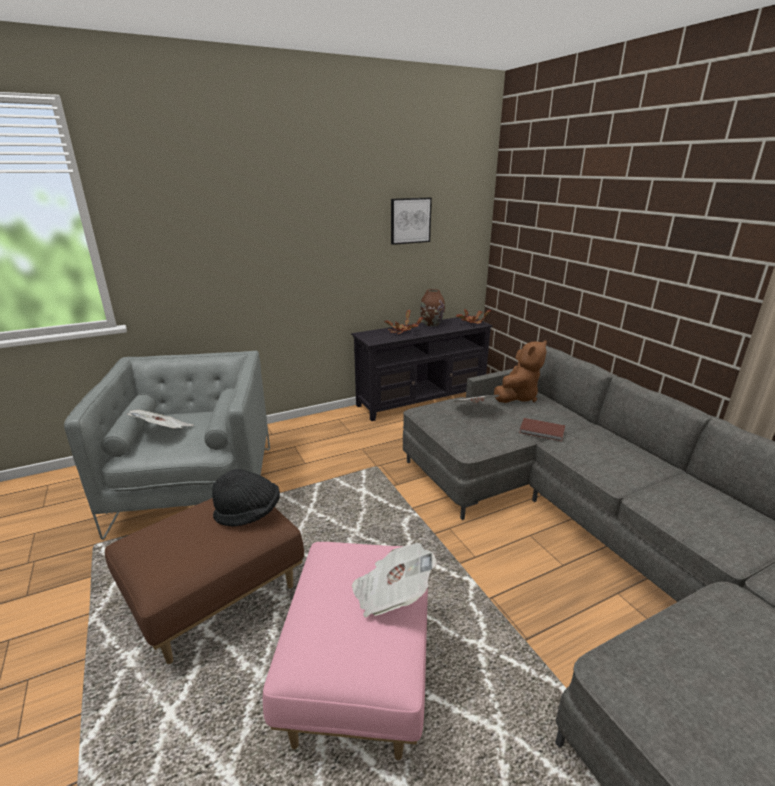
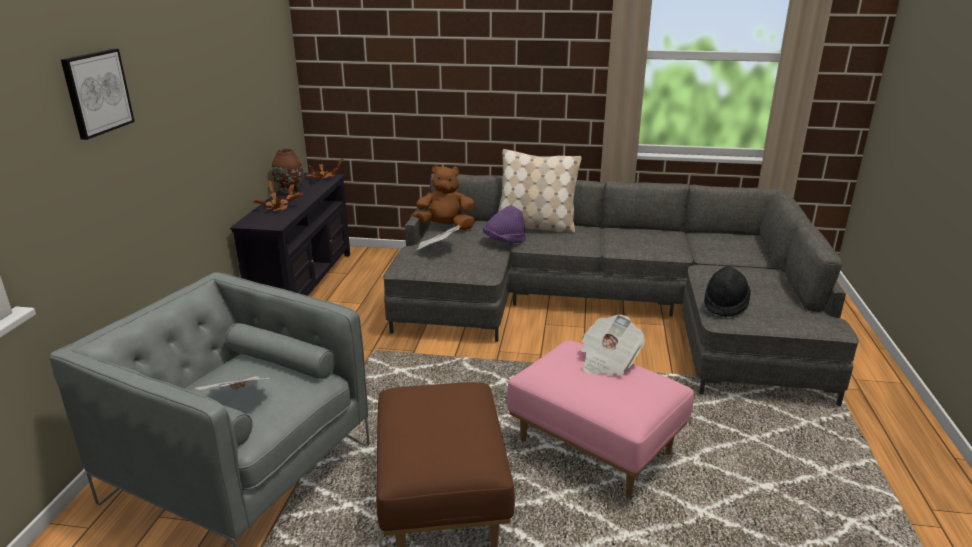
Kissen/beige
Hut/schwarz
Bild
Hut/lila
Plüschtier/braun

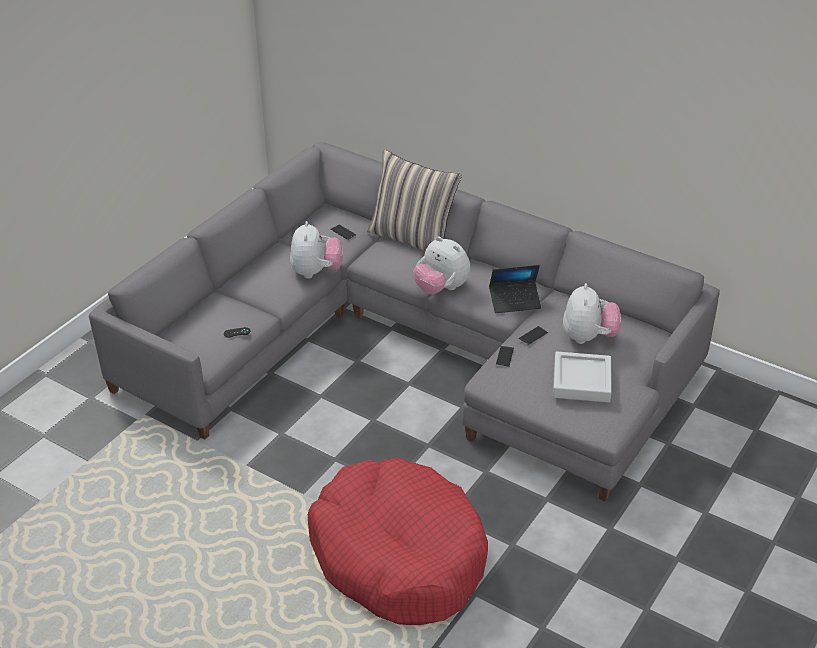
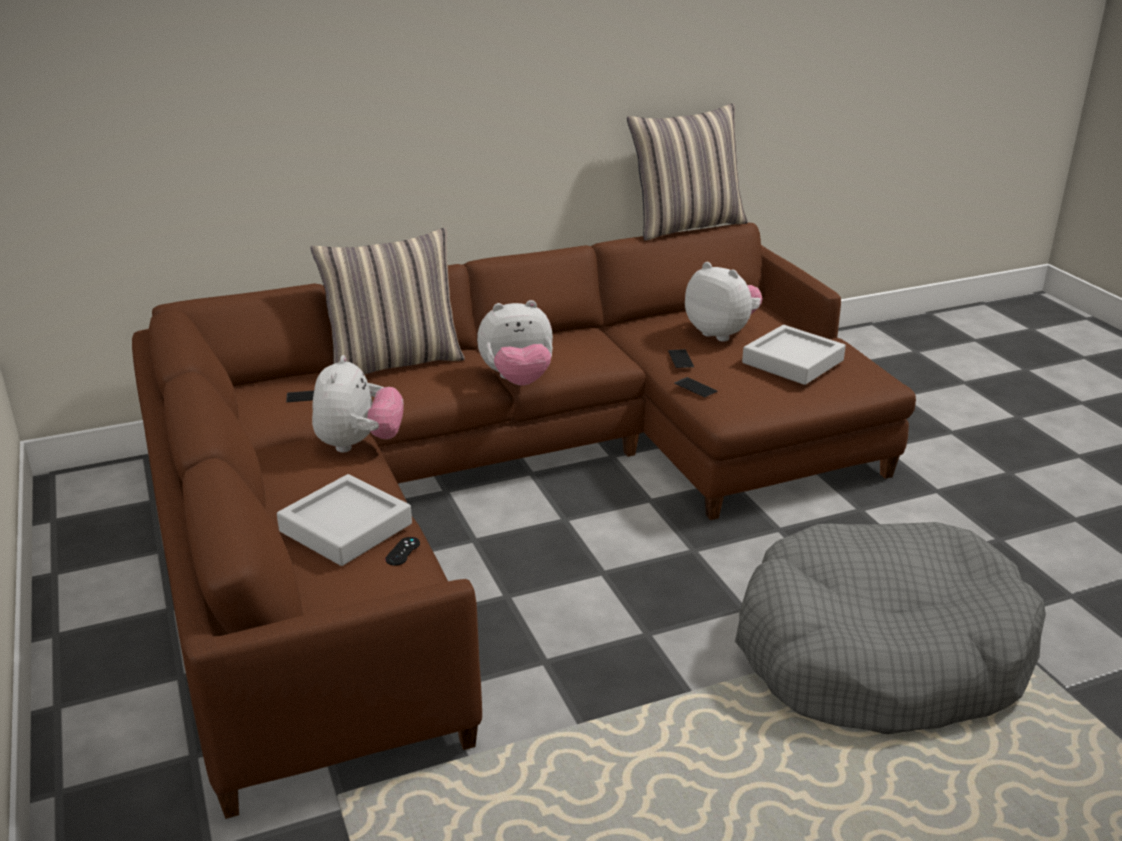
Laptop
Tablett/grau (no. 1 from left)
Kissen (no. 2 from left)
Sofa/braun
Hundebett/grau
Plüschtier (no. 1 from left)

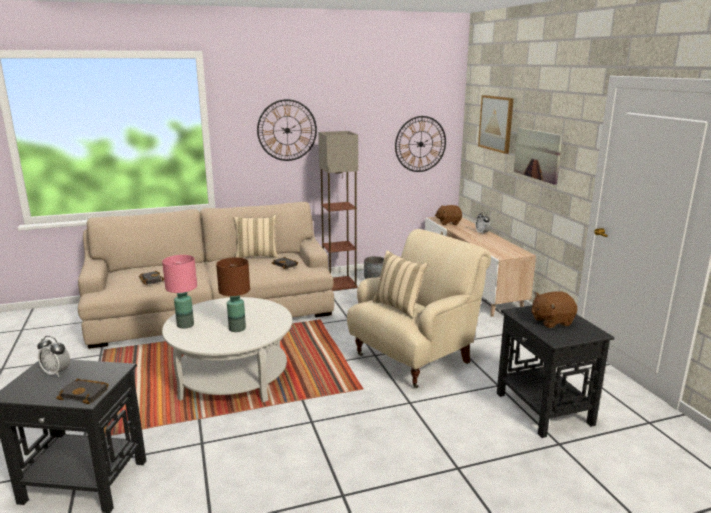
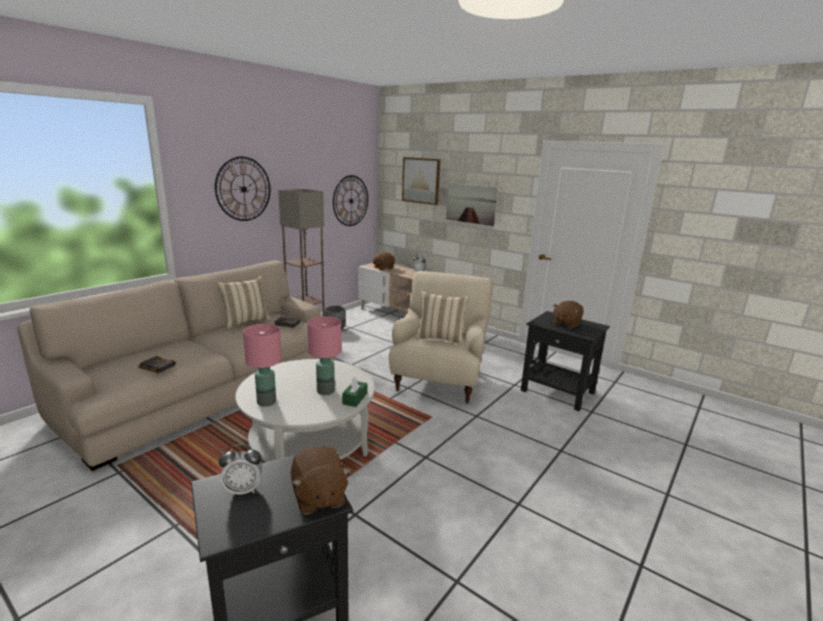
Taschentuchbox/grün
Plüschtier/braun (no. 1 from left)
Tischlampe/rosa (no. 2 from left)

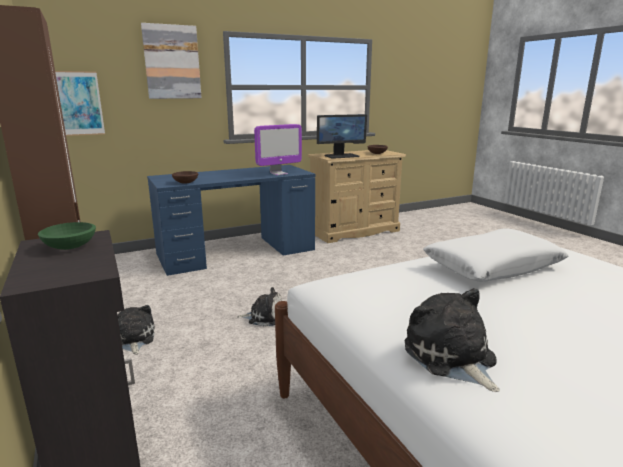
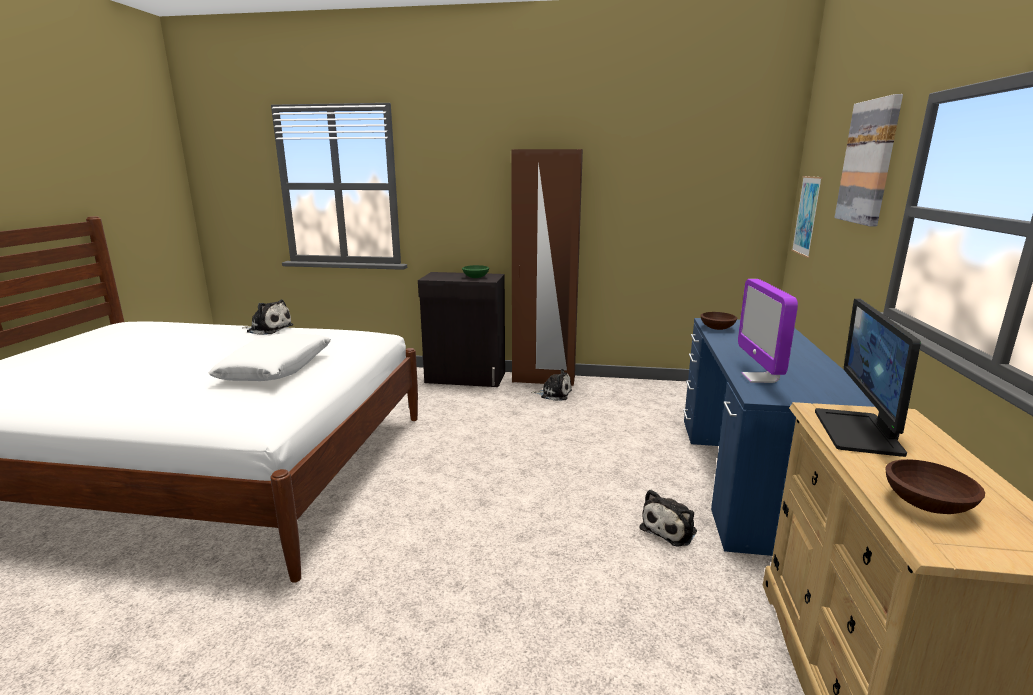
Plüschtier (no. 3 from left)

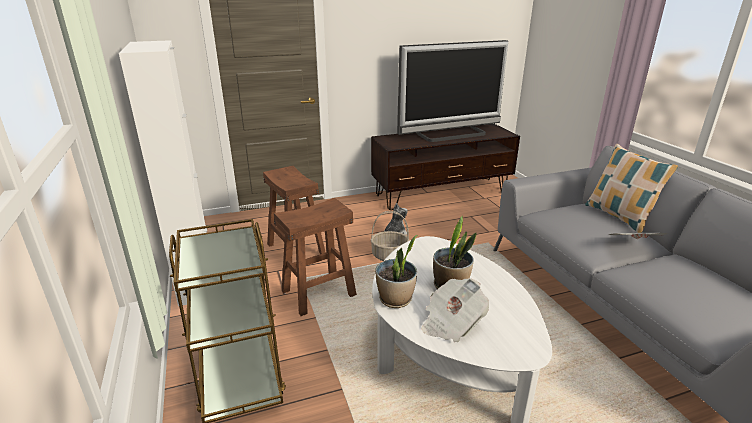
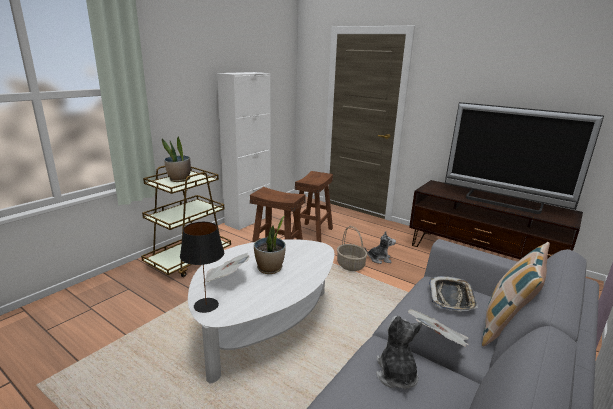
Tischlampe/schwarz
Plüschtier (no. 2 from left)
Tablett
Topfpflanze (no. 1 from left)

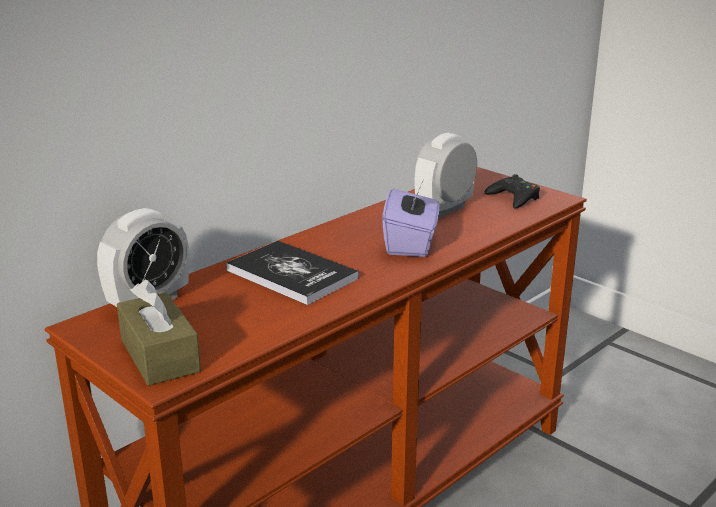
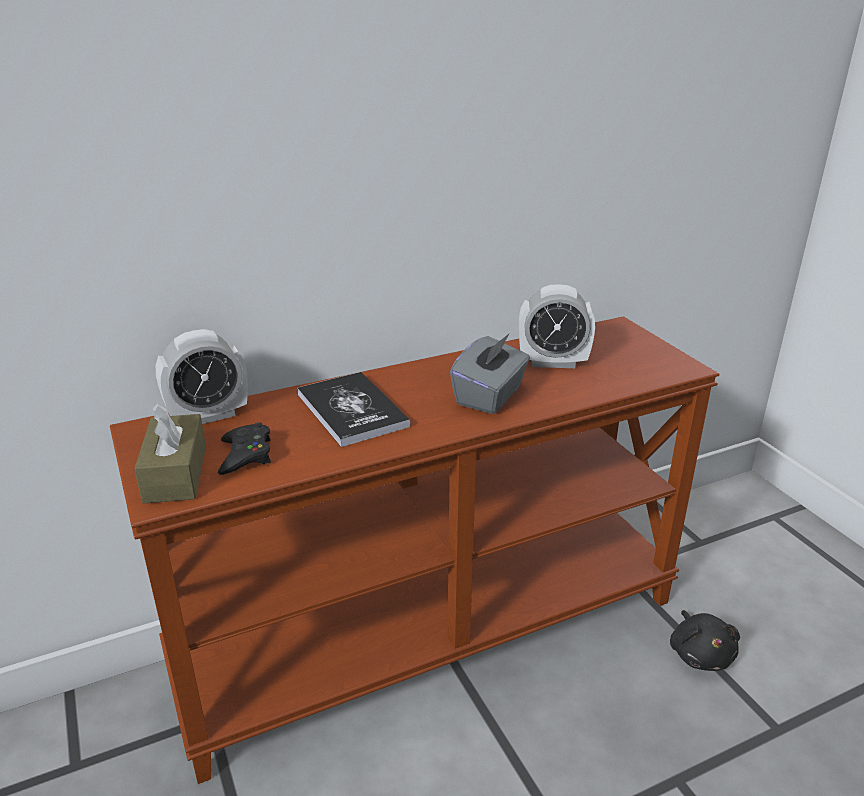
Plüschtier/schwarz
Gamepad/schwarz
Taschentuchbox/grau
Wecker (no. 2 from left)

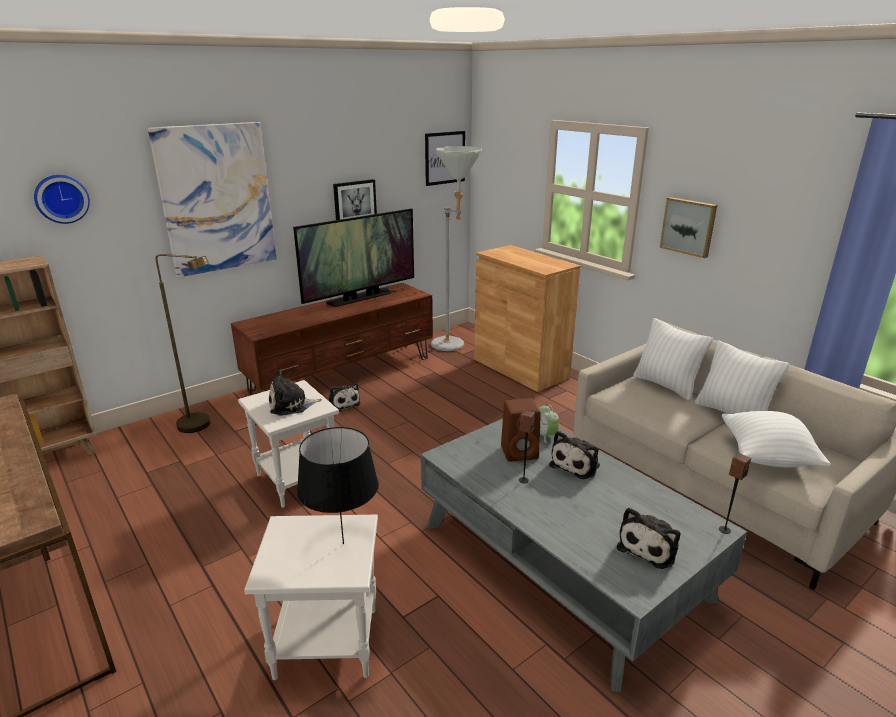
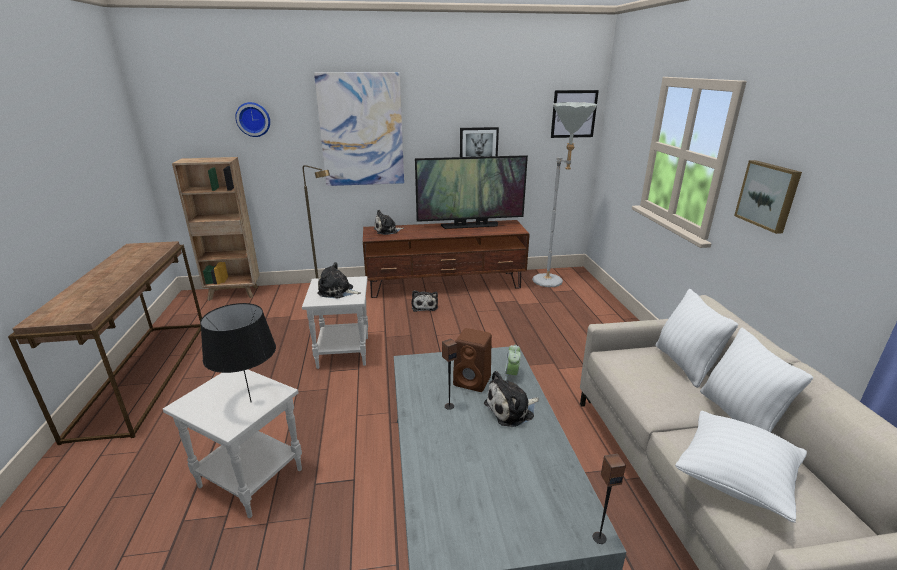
Schrank/braun
Plüschtier (no. 2 from left)

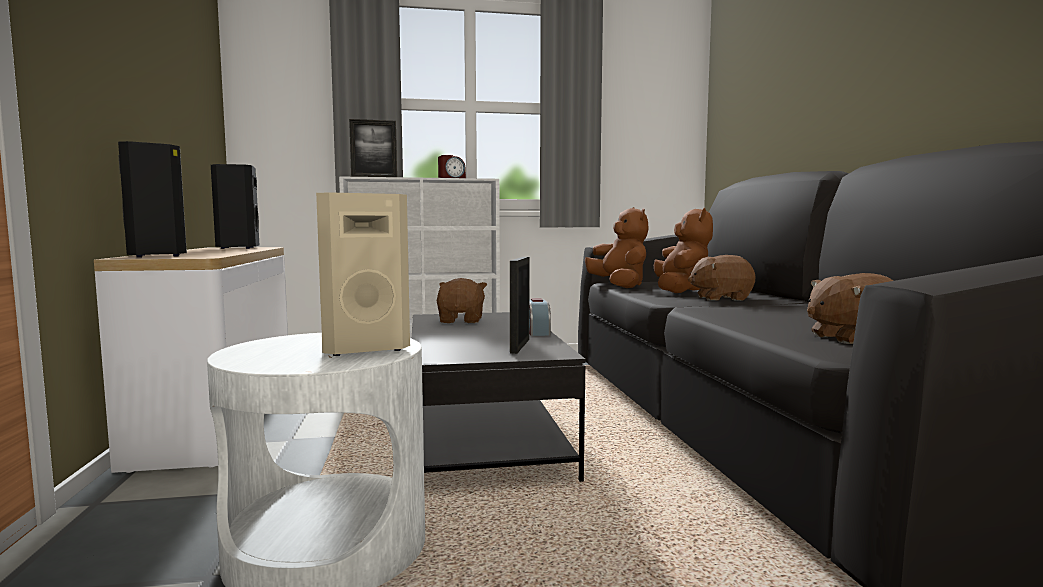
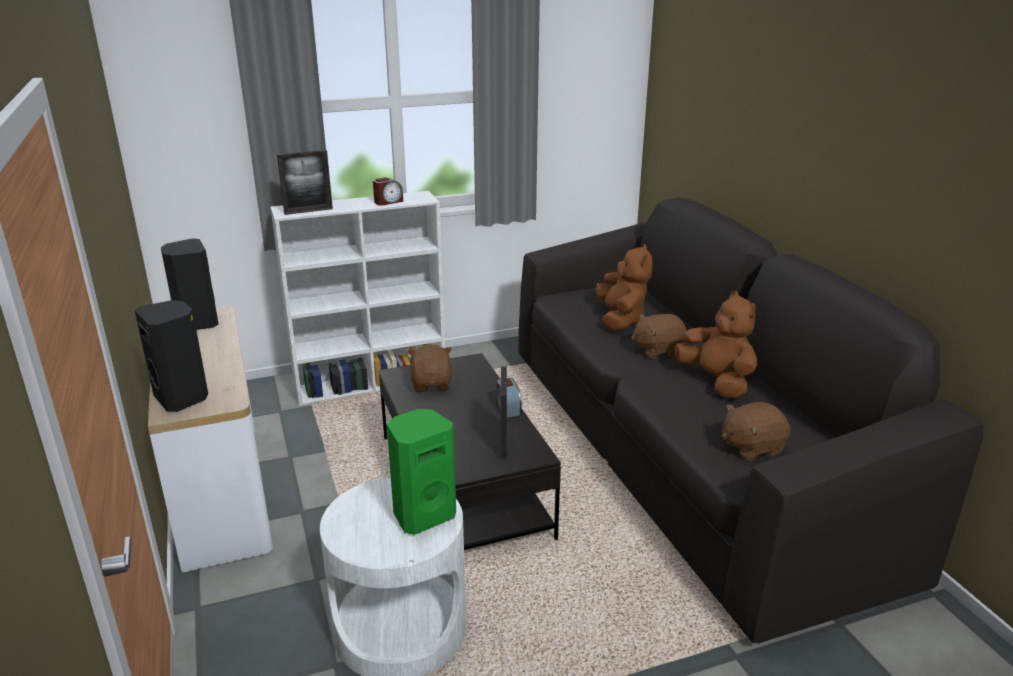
Plüschtier/braun (no. 4 from left)
Lautsprecher/grün

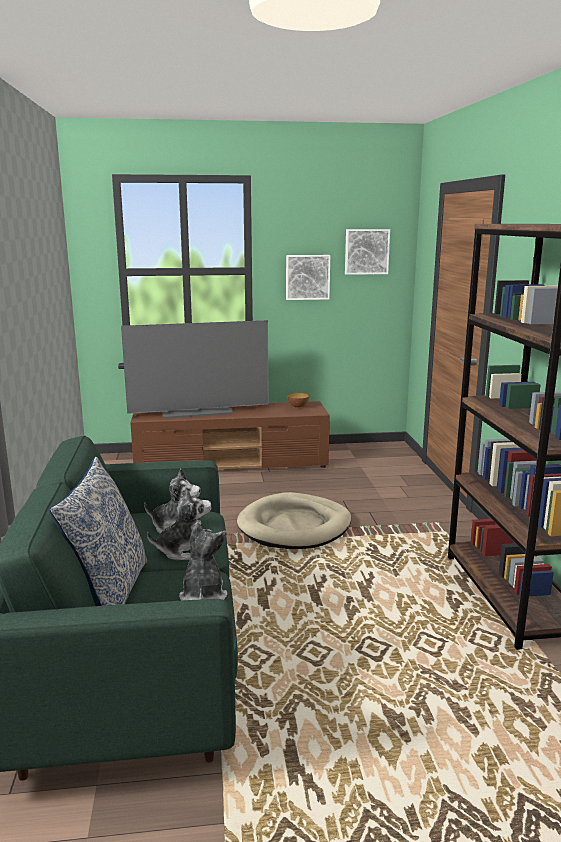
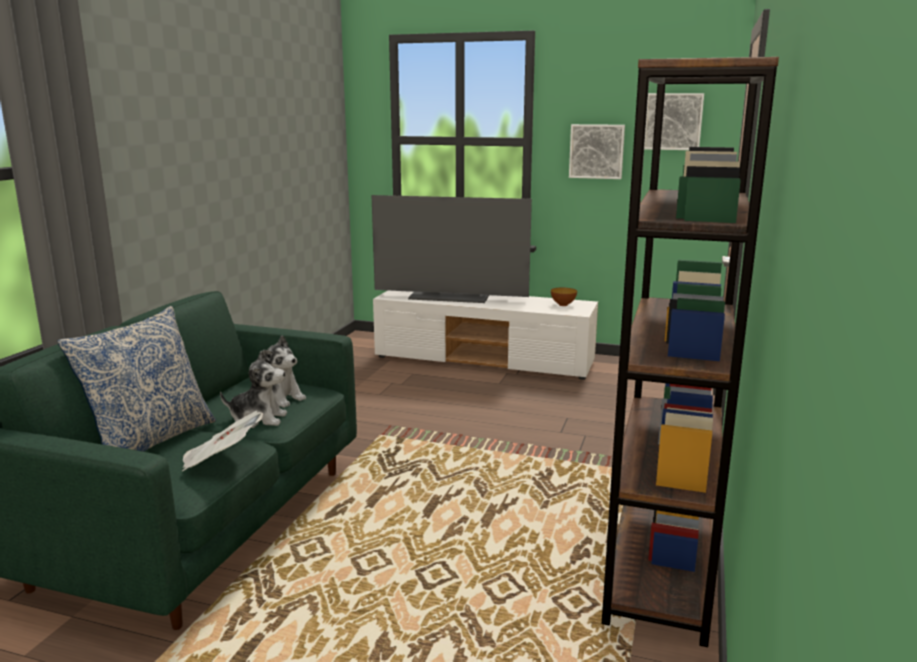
Hundebett/beige
Zeitung
Fernsehschrank/weiß

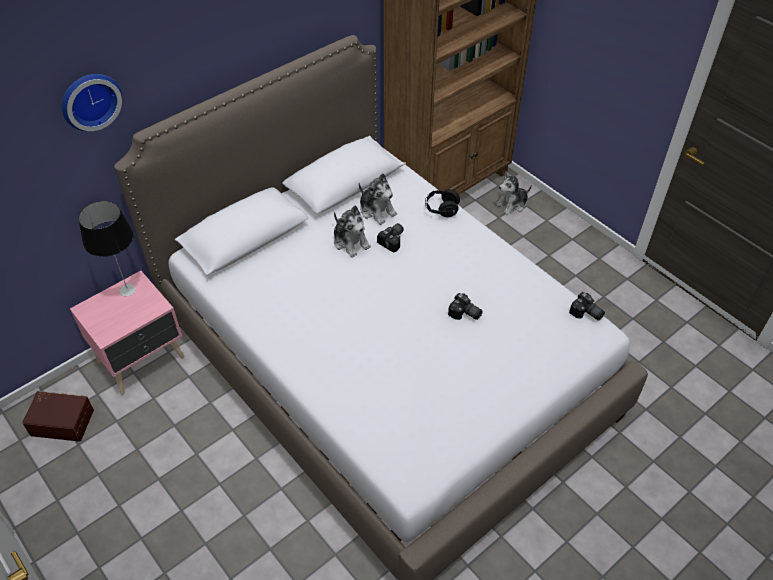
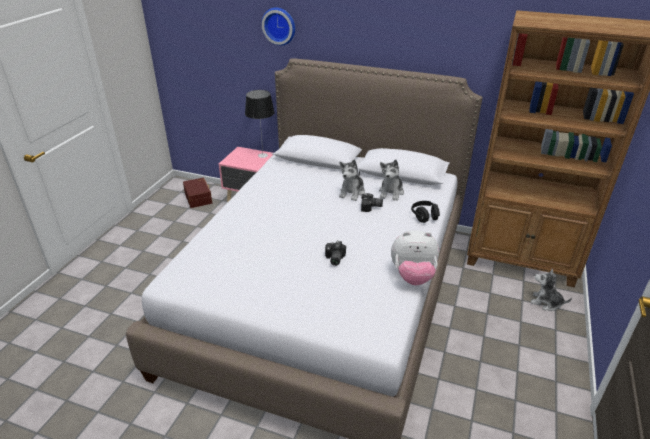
Kamera (no. 3 from left in the first image)
Plüschtier (no. 3 from left)

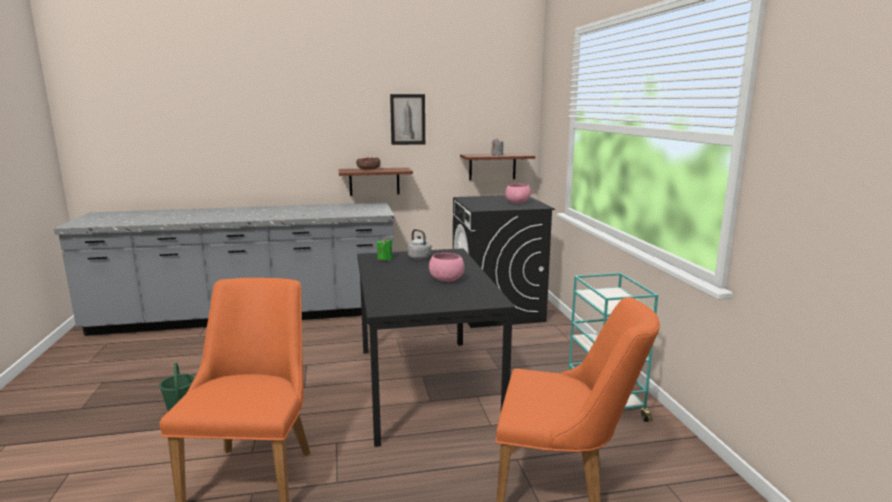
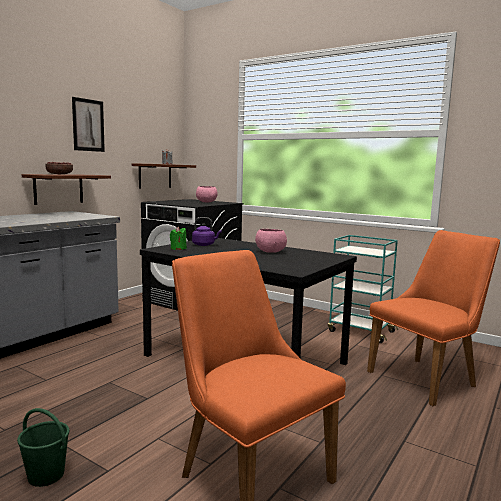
Wasserkessel/lila

